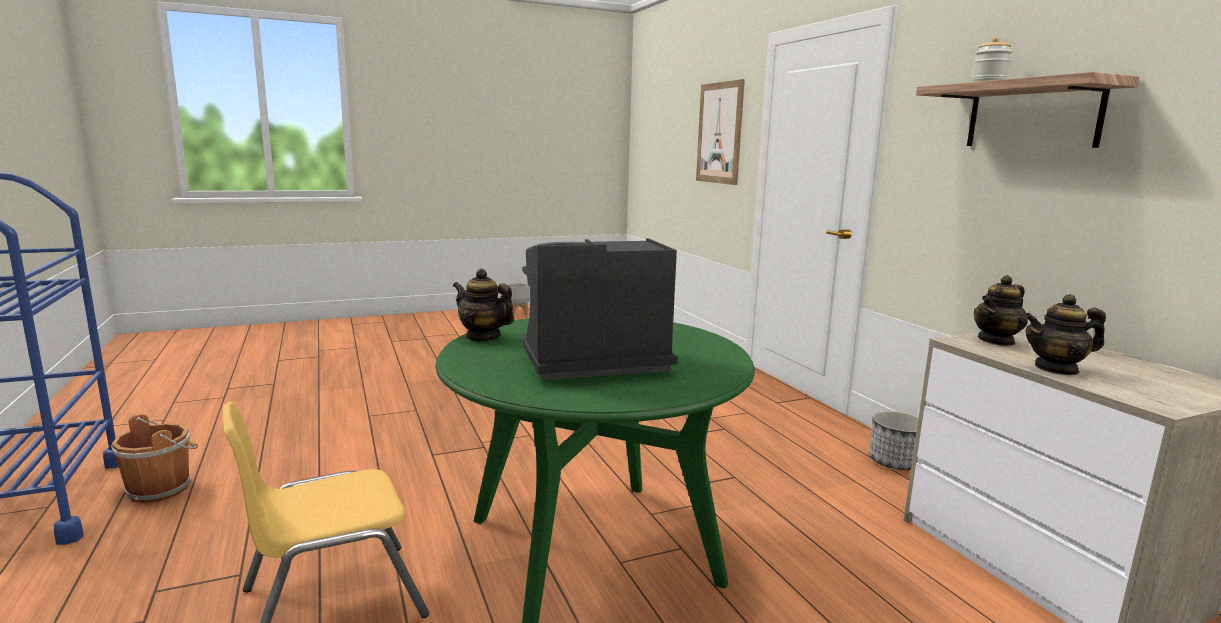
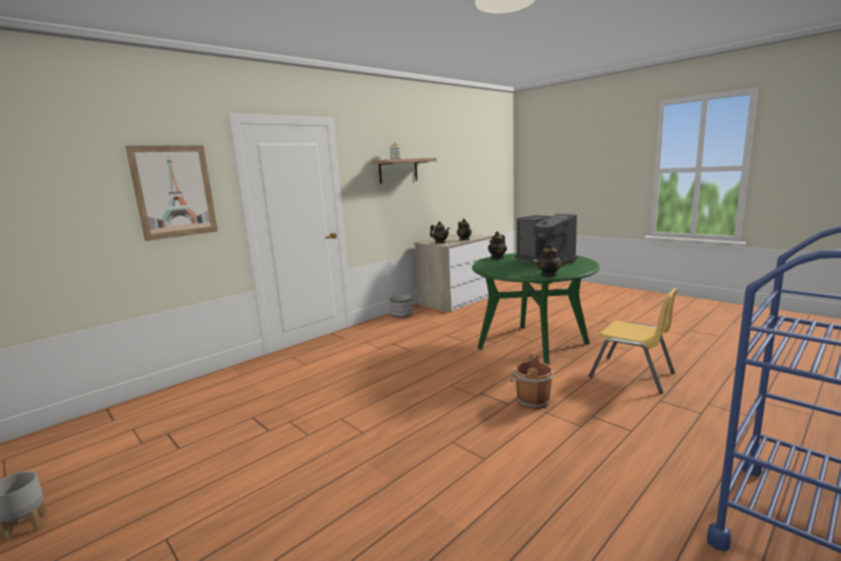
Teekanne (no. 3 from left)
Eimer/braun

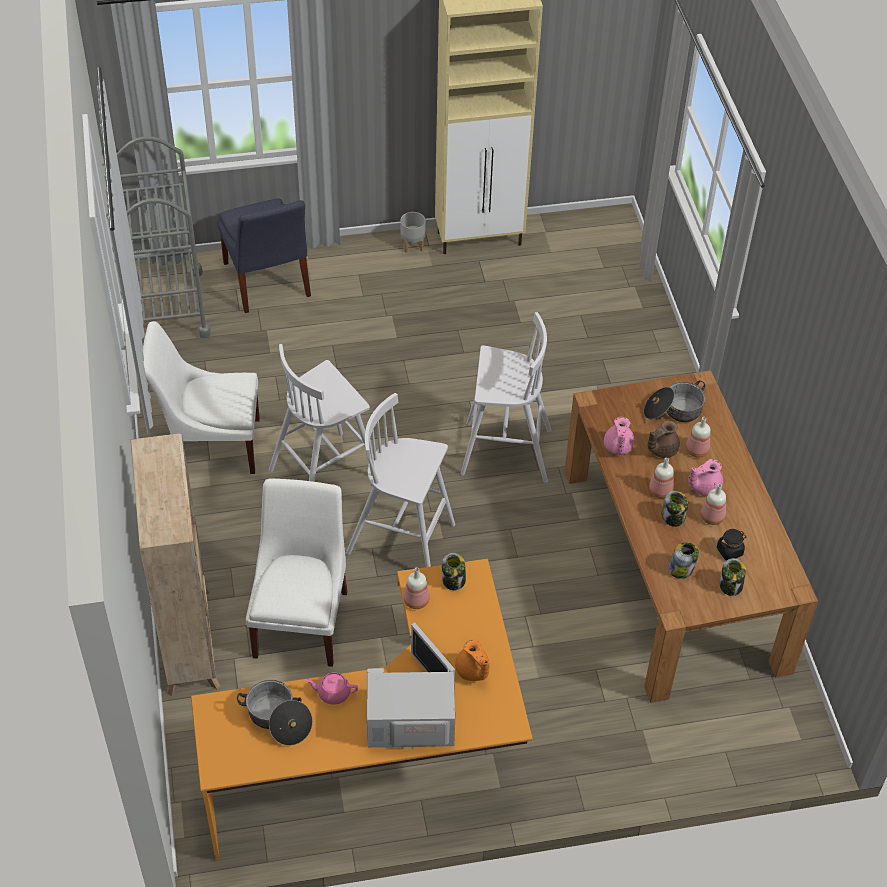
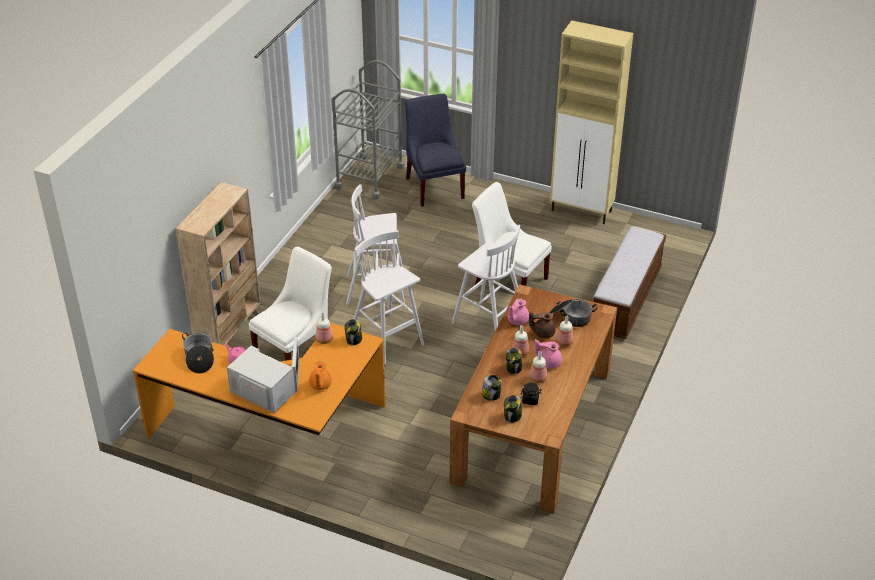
Pflanzkübel/grau
Bank
Stuhl/weiß (no. 2 from left)
Stuhl/blau

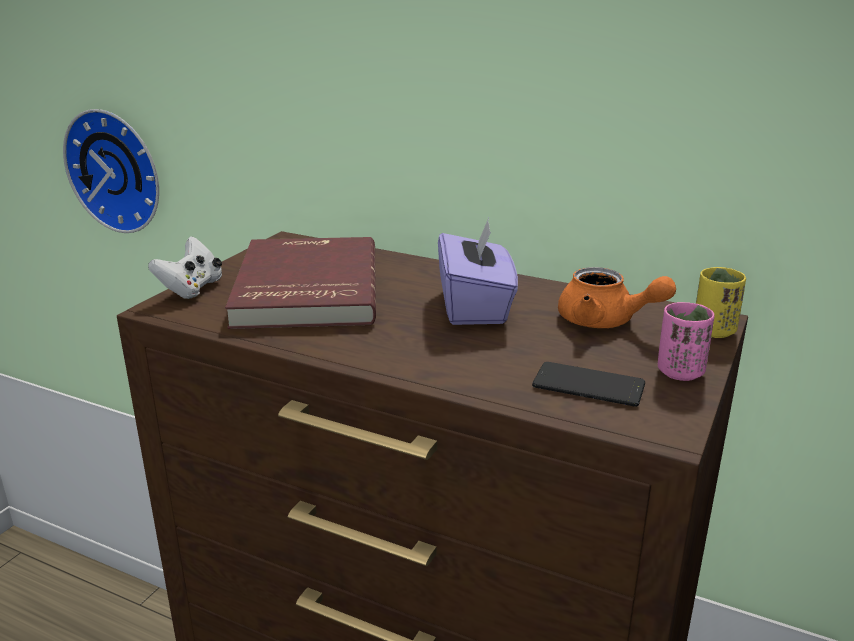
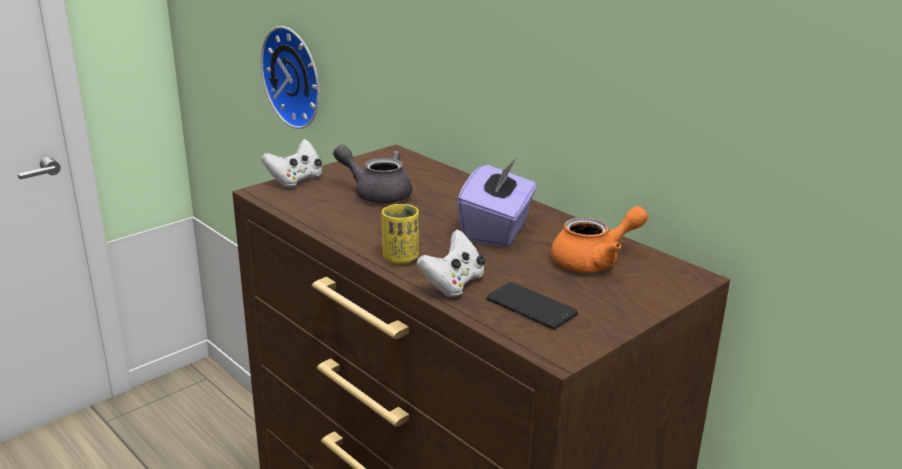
Tasse/rosa
Gamepad/weiß (no. 2 from left)
Tasse/gelb
Teekanne/grau
Teekanne/orange

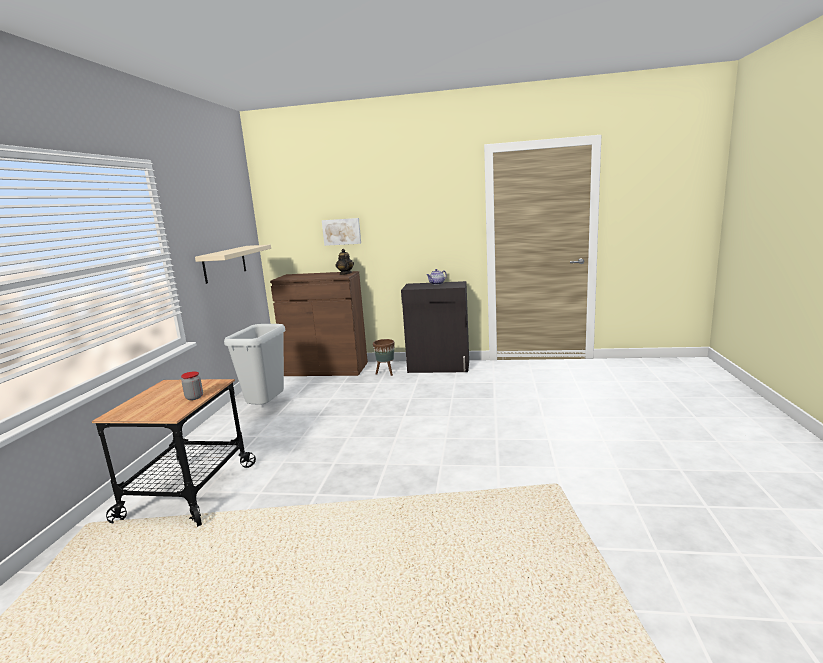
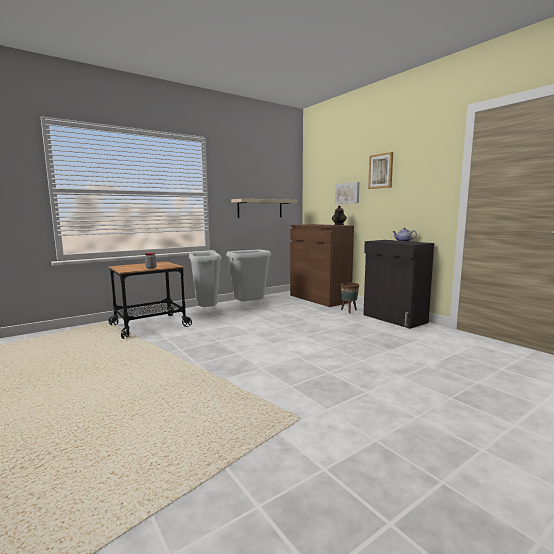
Mülleimer/grau (no. 1 from left)
Bild (no. 2 from left)

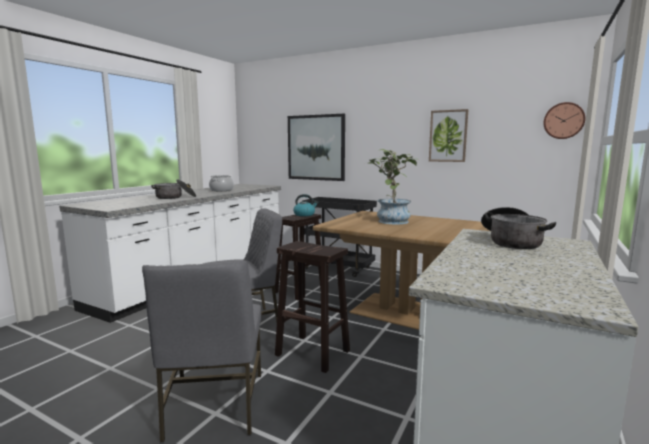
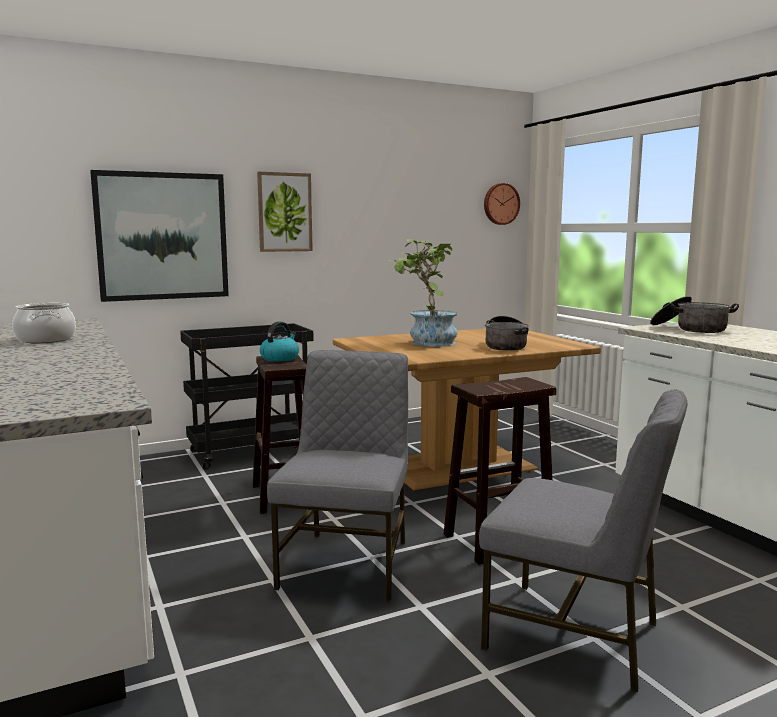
Kochtopf (no. 2 from left)
Bild (no. 2 from left)

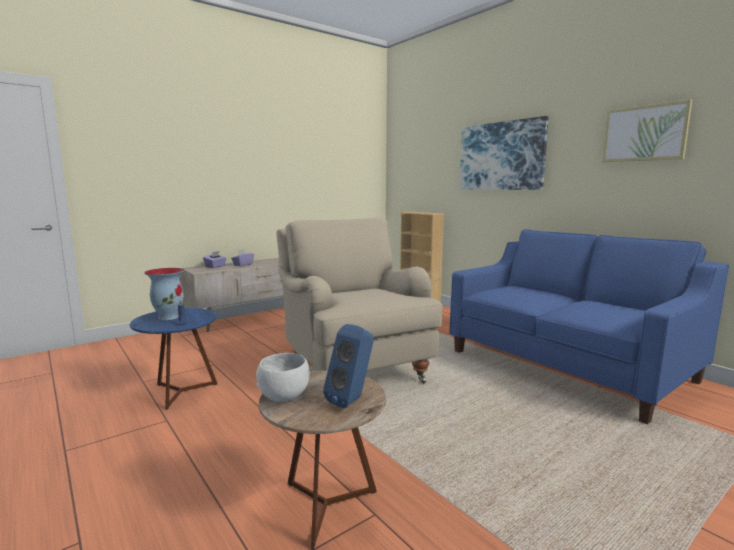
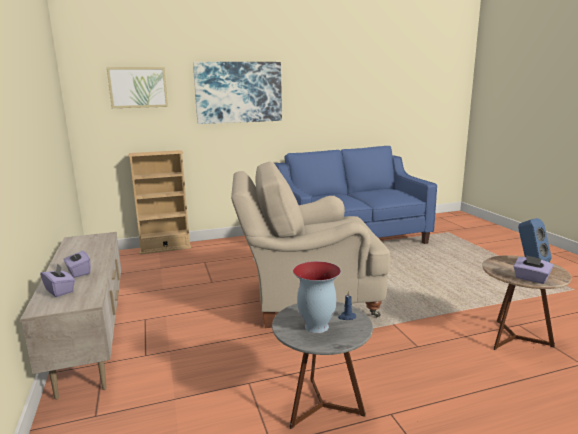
Bild (no. 1 from left)
Taschentuchbox/lila (no. 3 from left)
Beistelltisch/grau

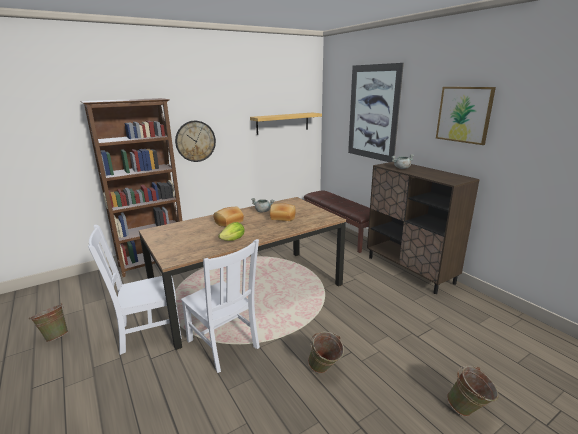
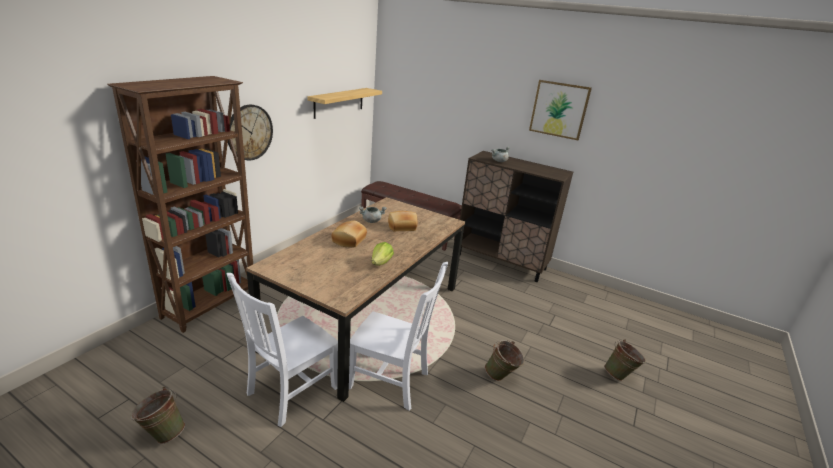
Bild (no. 1 from left in the first image)

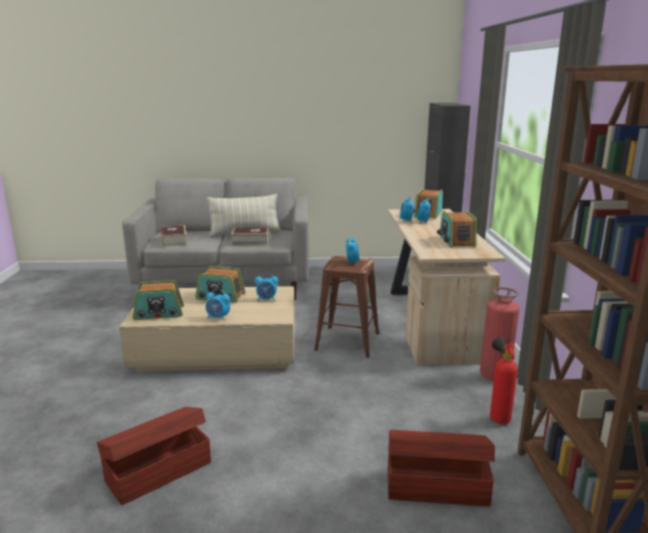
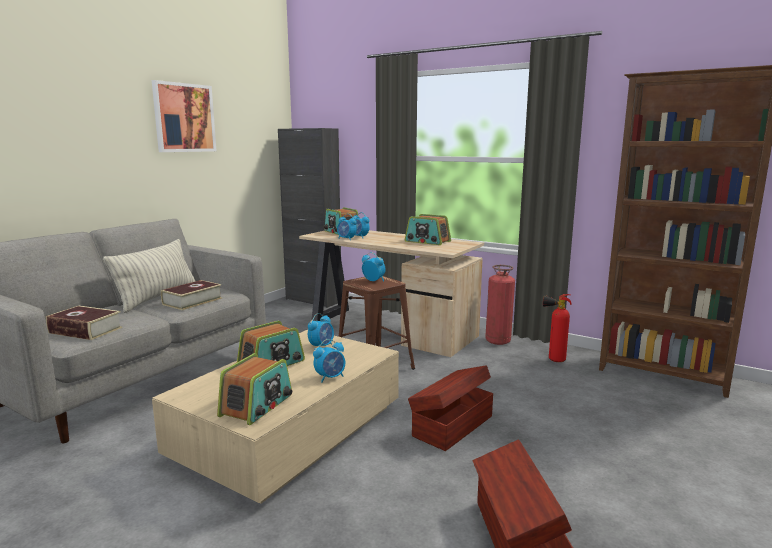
Bild
Aufbewahrungsbox/braun (no. 1 from left)

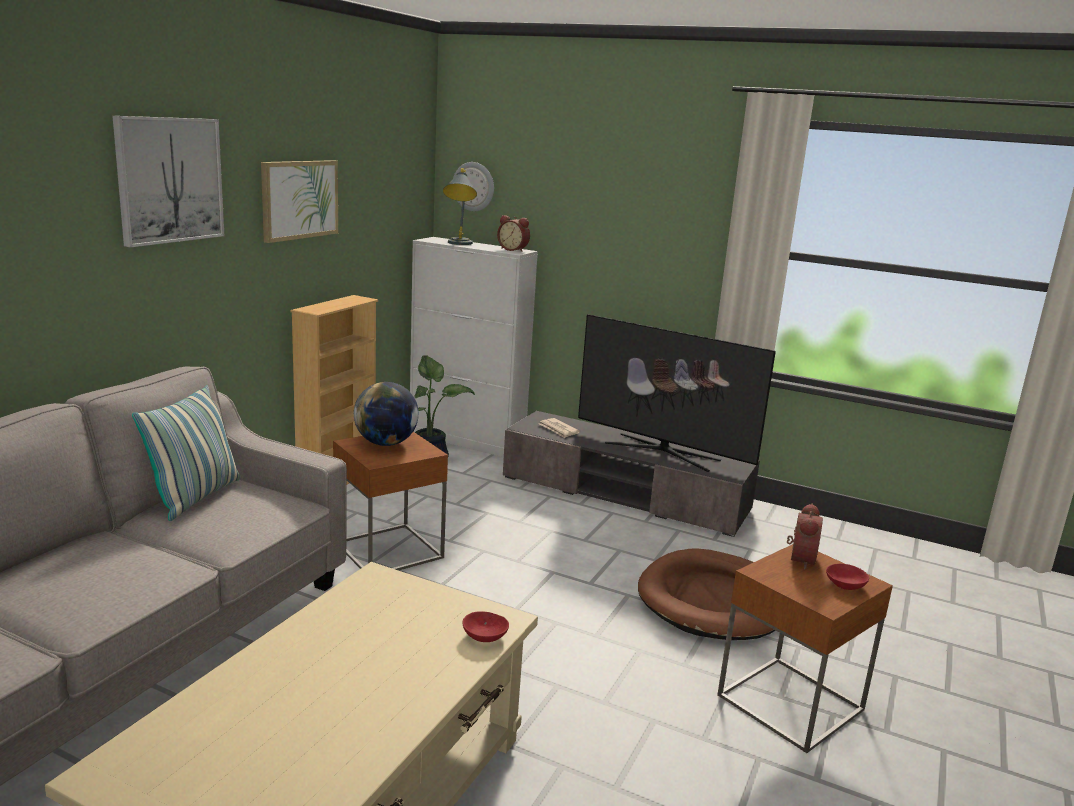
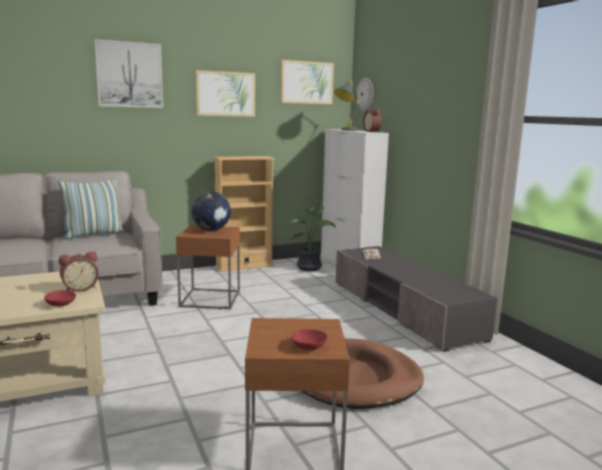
Fernseher
Bild (no. 3 from left)
Wecker (no. 1 from left)

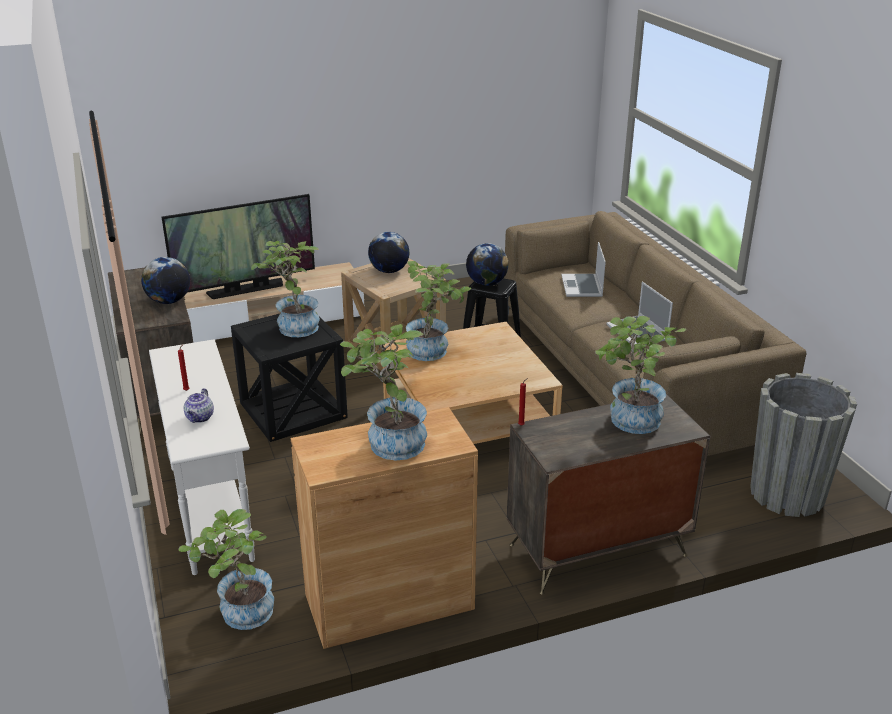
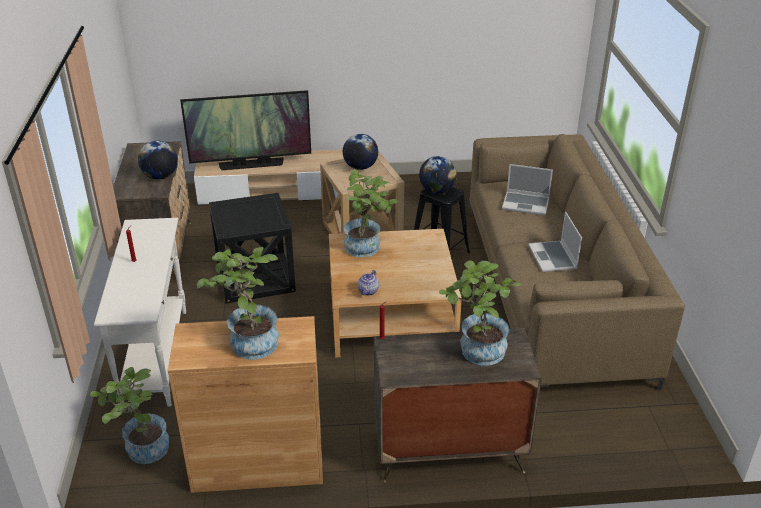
Topfpflanze (no. 2 from left in the first image)
Pflanzkübel/grau
Teekanne
Laptop (no. 1 from left)

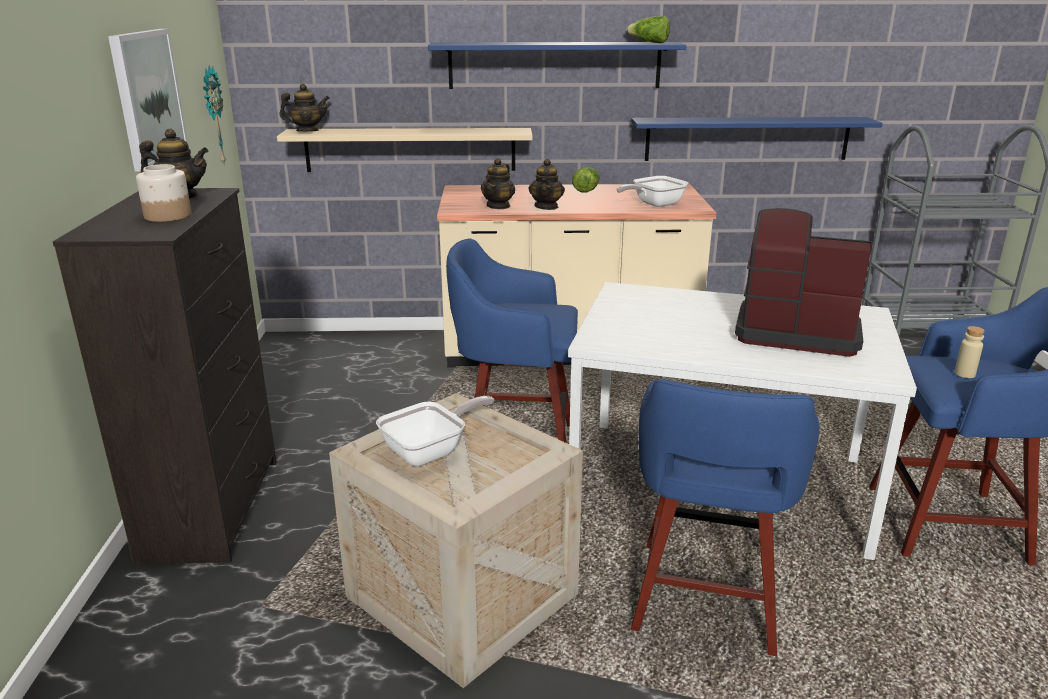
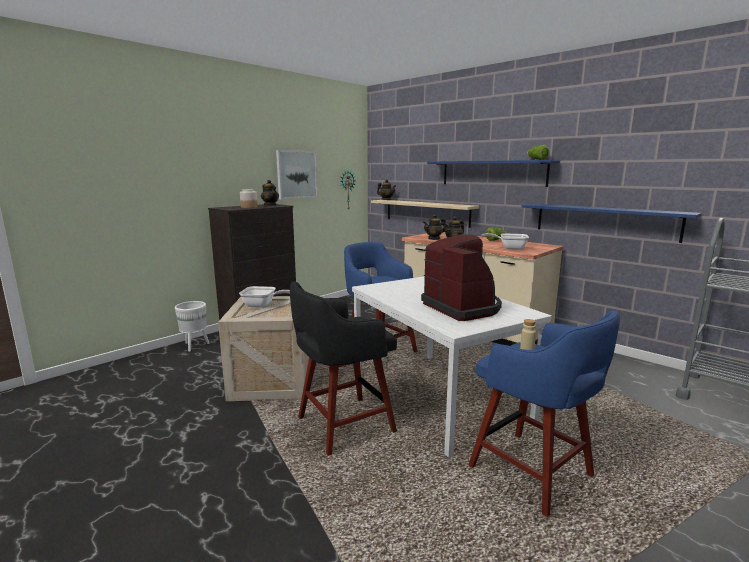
Pflanzkübel/weiß
Hocker/schwarz

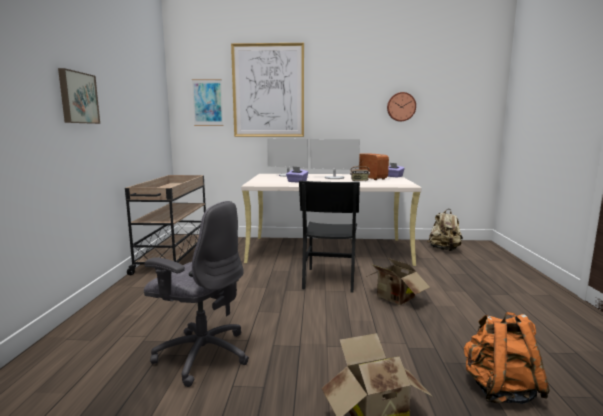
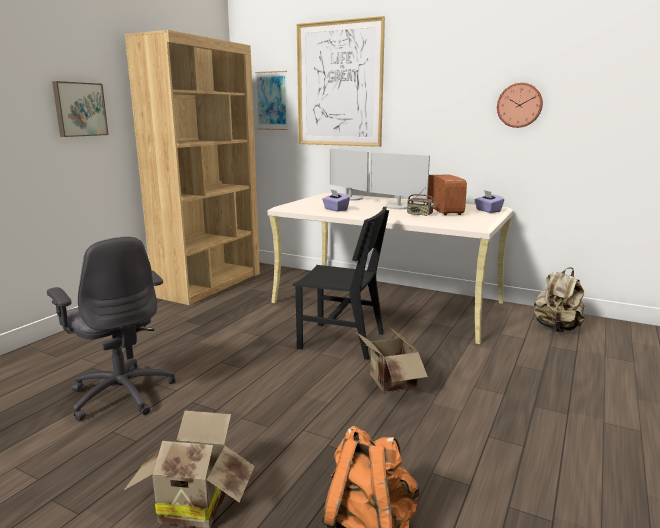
Bücherregal/braun
Stuhl/schwarz

